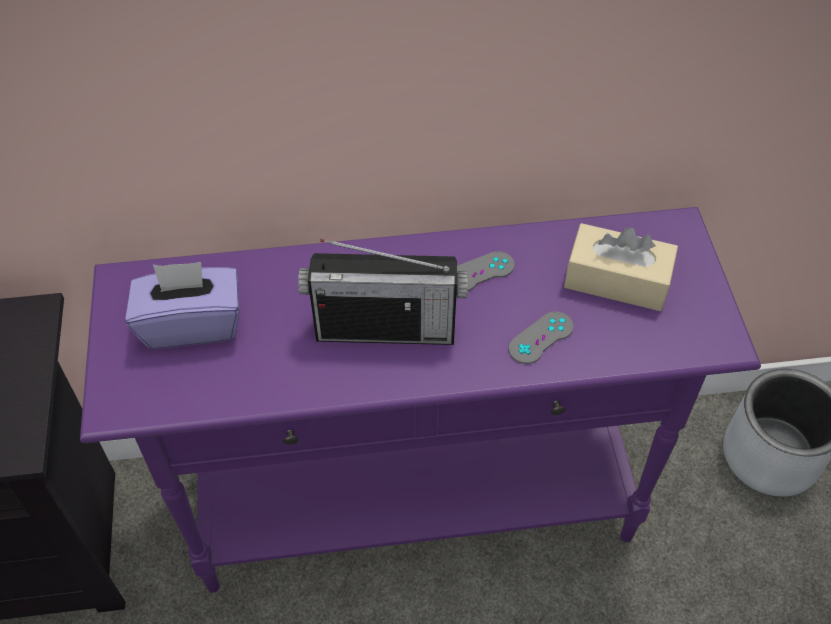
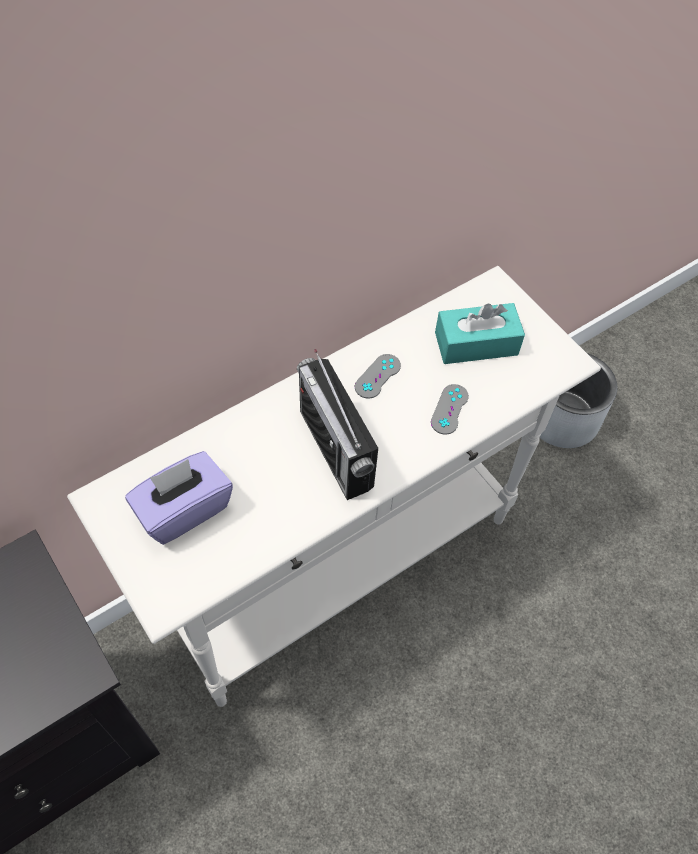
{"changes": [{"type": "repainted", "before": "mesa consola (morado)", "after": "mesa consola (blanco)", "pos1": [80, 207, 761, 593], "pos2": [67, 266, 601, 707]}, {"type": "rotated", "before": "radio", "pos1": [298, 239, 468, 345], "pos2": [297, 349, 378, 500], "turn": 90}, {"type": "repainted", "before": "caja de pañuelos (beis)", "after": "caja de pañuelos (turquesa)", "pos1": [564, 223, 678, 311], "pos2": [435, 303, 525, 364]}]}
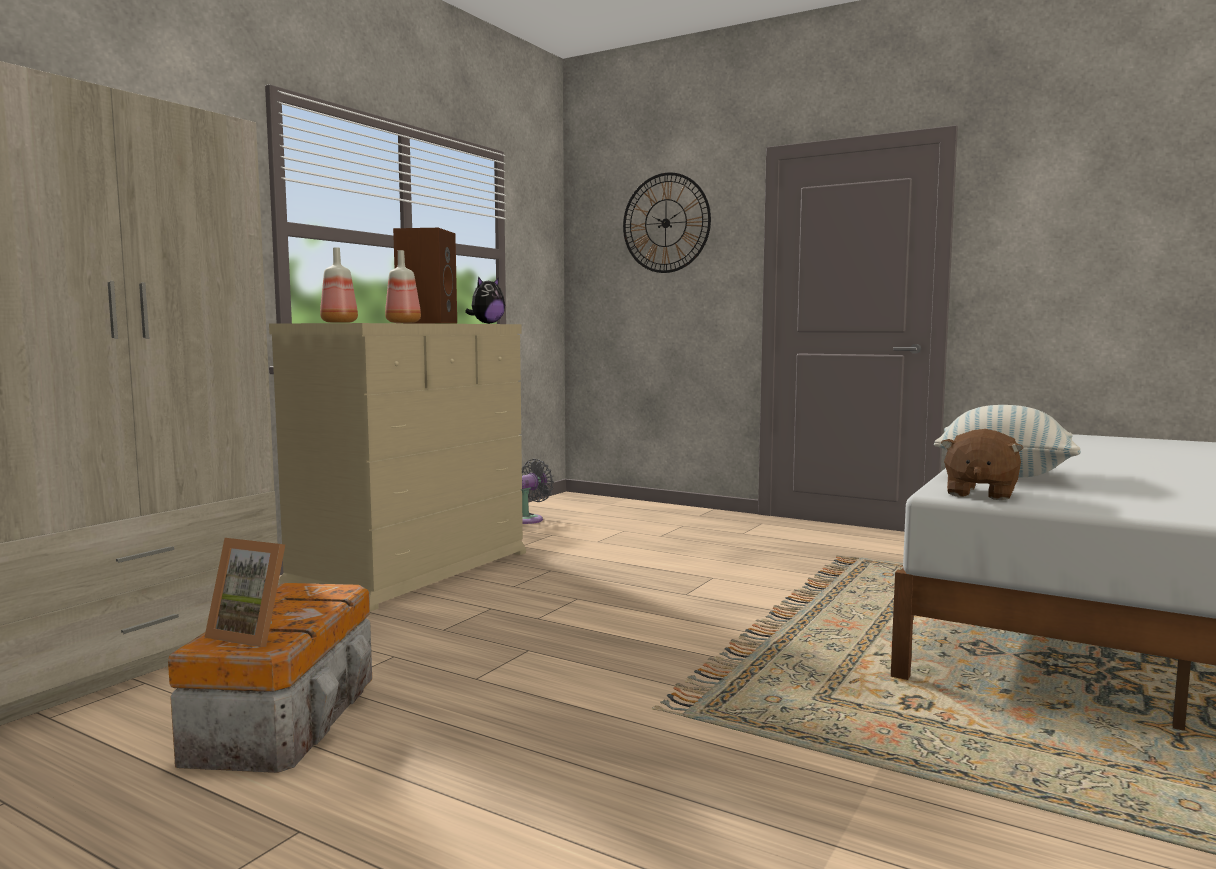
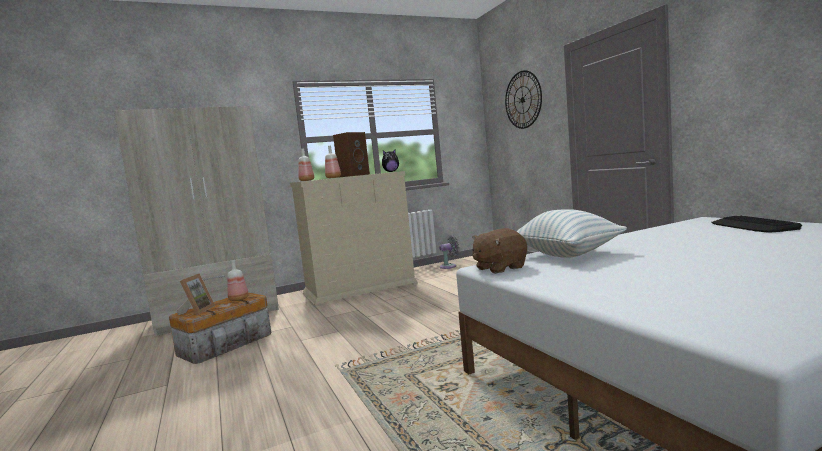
{"changes": [{"type": "rotated", "before": "portarretratos", "pos1": [204, 538, 285, 647], "pos2": [177, 273, 215, 315], "turn": -135}, {"type": "new", "after": "botella", "pos2": [227, 260, 249, 301]}, {"type": "new", "after": "teclado", "pos2": [711, 216, 802, 233]}]}
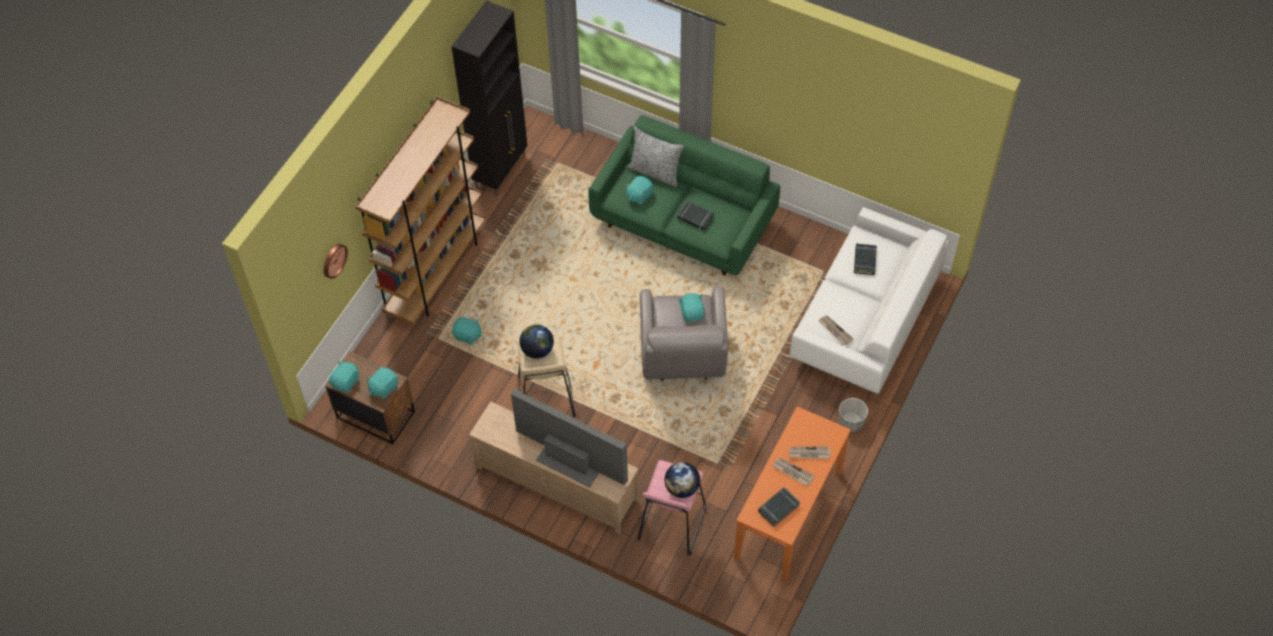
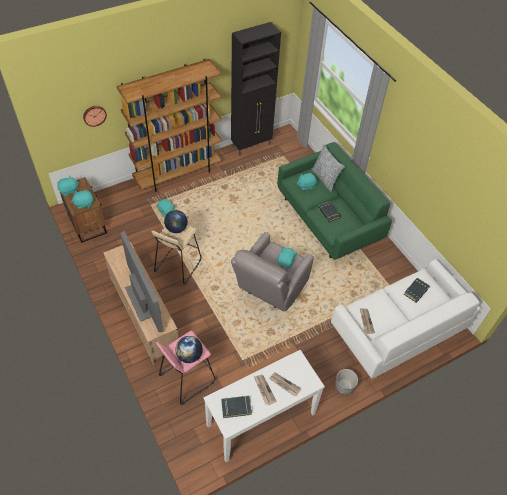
{"changes": [{"type": "repainted", "before": "mesa consola (naranja)", "after": "mesa consola (blanco)", "pos1": [734, 406, 851, 582], "pos2": [204, 350, 325, 462]}]}
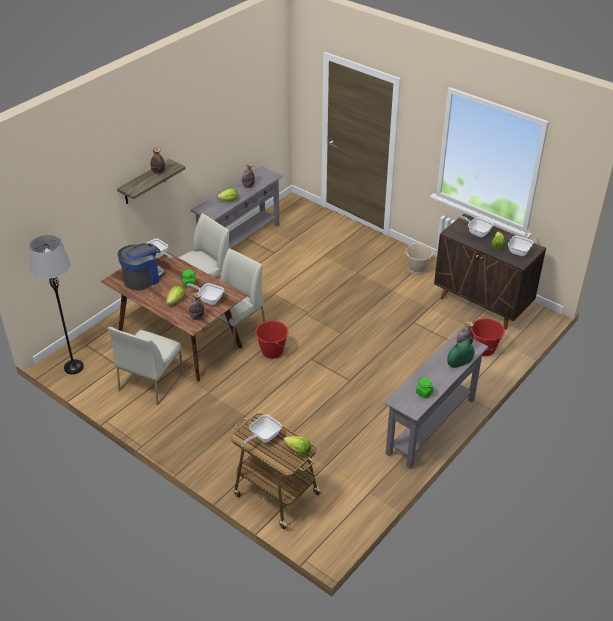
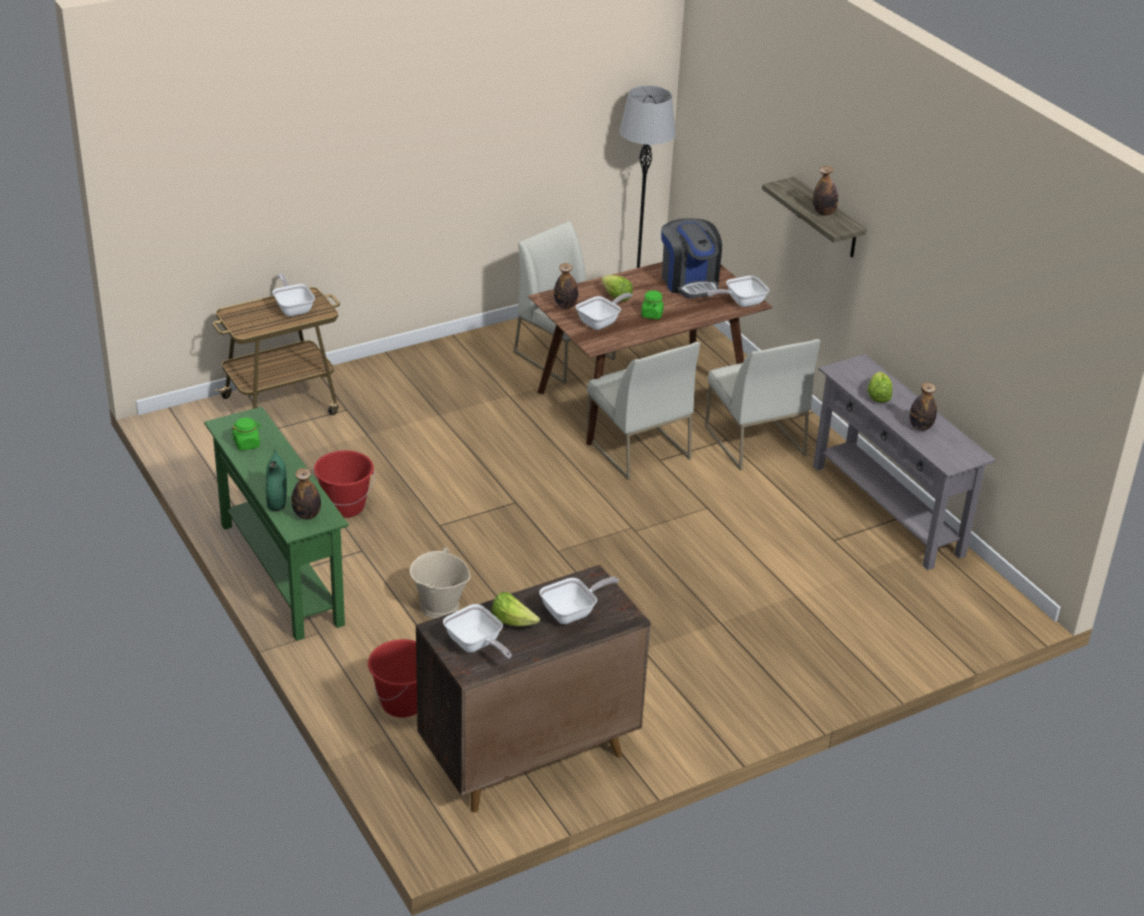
{"changes": [{"type": "repainted", "before": "mesa consola (gris)", "after": "mesa consola (verde)", "pos1": [384, 331, 489, 469], "pos2": [204, 407, 349, 641]}, {"type": "shifted", "before": "cubo (rojo)", "pos1": [255, 321, 289, 359], "pos2": [313, 450, 375, 518]}, {"type": "shifted", "before": "cubo (beis)", "pos1": [405, 243, 434, 275], "pos2": [410, 548, 470, 619]}, {"type": "gone", "before": "lechuga", "pos1": [284, 436, 311, 455]}]}
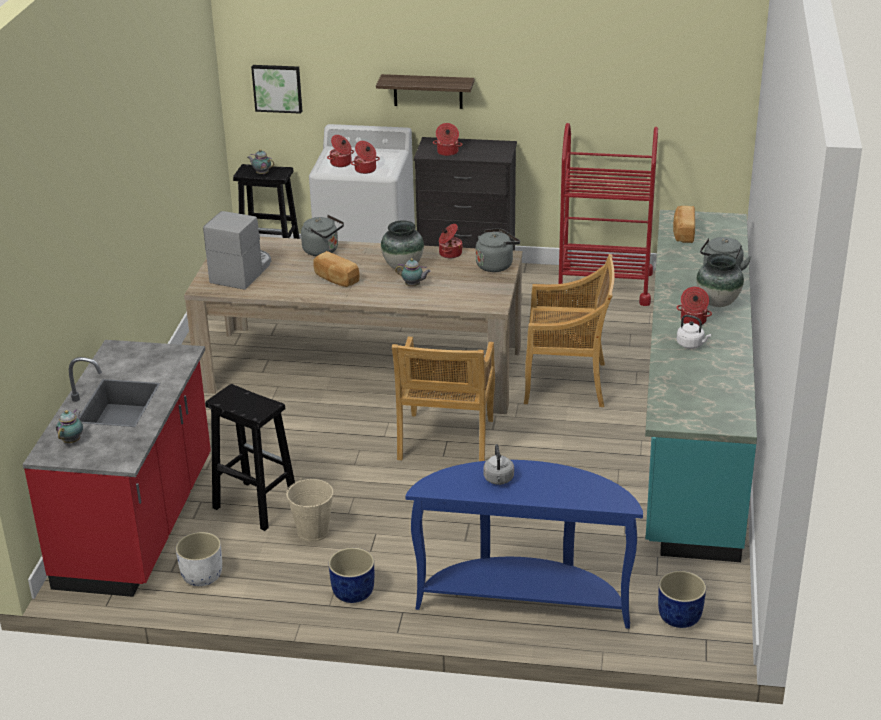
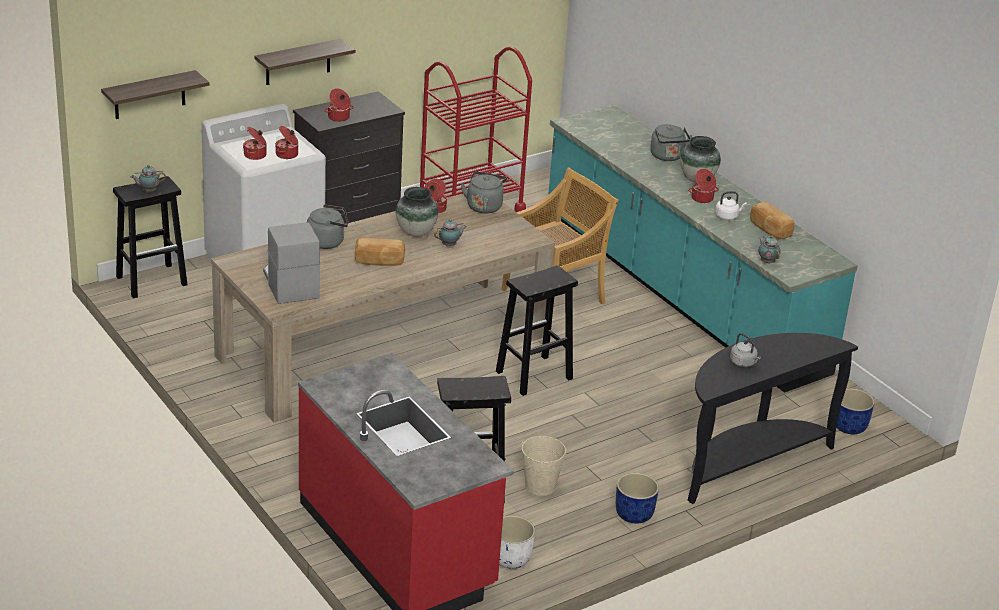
{"changes": [{"type": "swapped", "before": "cuadro", "after": "estante", "pos1": [251, 65, 302, 114], "pos2": [101, 70, 209, 119]}, {"type": "swapped", "before": "silla (beis)", "after": "taburete (negro)", "pos1": [392, 337, 495, 461], "pos2": [496, 265, 578, 396]}, {"type": "repainted", "before": "mesa consola (azul)", "after": "mesa consola (negro)", "pos1": [405, 460, 643, 629], "pos2": [688, 333, 858, 504]}, {"type": "shifted", "before": "pan", "pos1": [673, 206, 695, 243], "pos2": [750, 201, 794, 239]}, {"type": "shifted", "before": "tetera", "pos1": [56, 409, 83, 443], "pos2": [758, 236, 780, 264]}]}
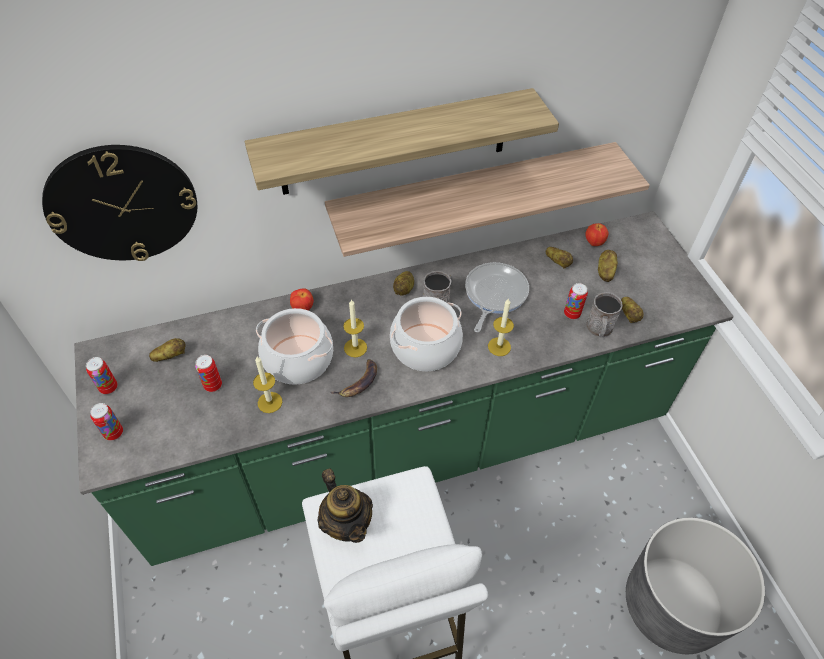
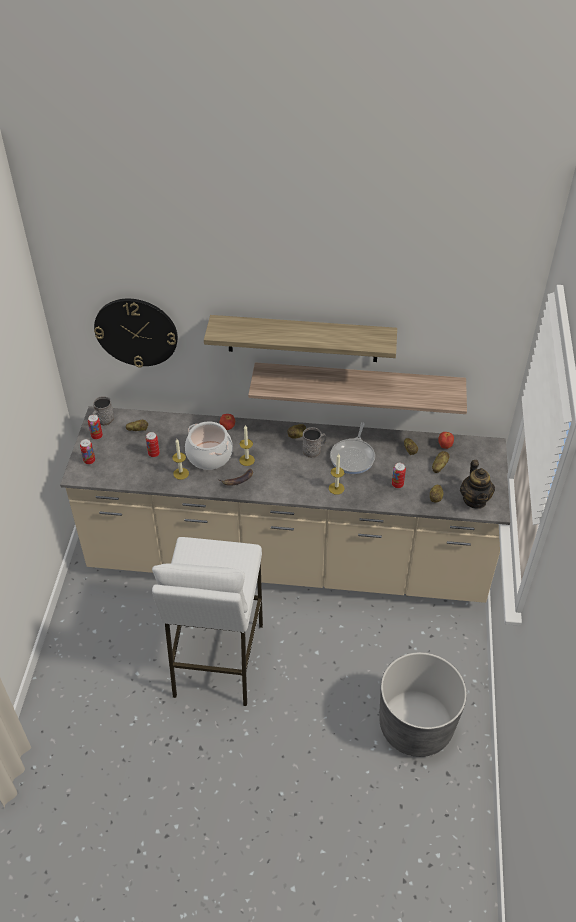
{"changes": [{"type": "repainted", "before": "mueble bajo de cocina (verde)", "after": "mueble bajo de cocina (beis)", "pos1": [74, 211, 734, 566], "pos2": [60, 406, 510, 603]}, {"type": "shifted", "before": "taza grande (gris)", "pos1": [586, 292, 623, 337], "pos2": [92, 396, 114, 426]}, {"type": "rotated", "before": "sartén", "pos1": [465, 262, 529, 332], "pos2": [330, 423, 375, 474], "turn": 150}, {"type": "shifted", "before": "tetera", "pos1": [318, 469, 373, 543], "pos2": [460, 460, 495, 509]}, {"type": "gone", "before": "olla", "pos1": [390, 297, 463, 371]}]}
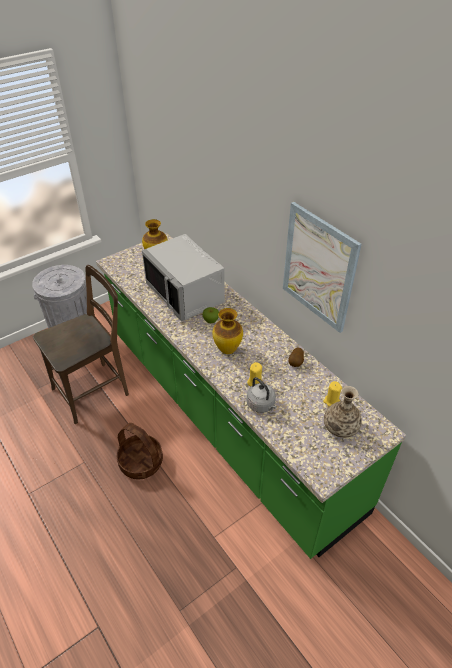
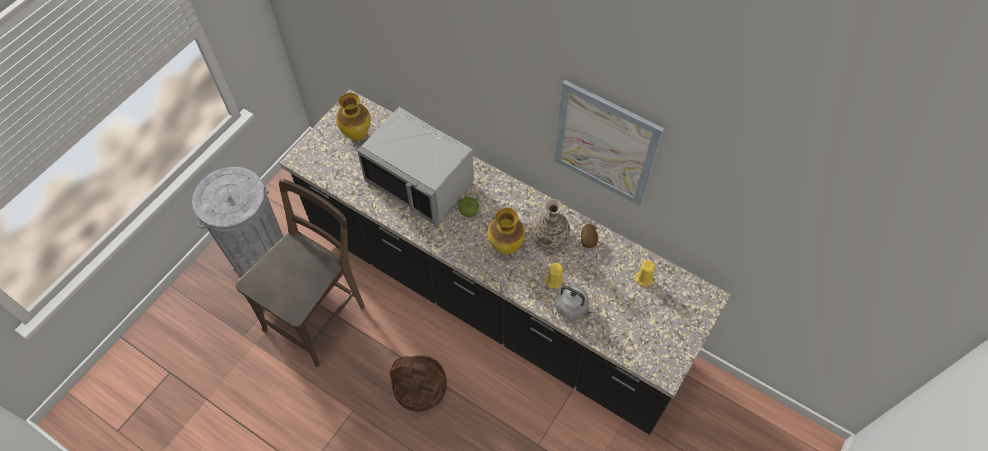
{"changes": [{"type": "repainted", "before": "mueble bajo de cocina (verde)", "after": "mueble bajo de cocina (negro)", "pos1": [96, 233, 406, 559], "pos2": [279, 90, 731, 435]}, {"type": "shifted", "before": "florero", "pos1": [324, 386, 362, 438], "pos2": [531, 199, 570, 249]}]}
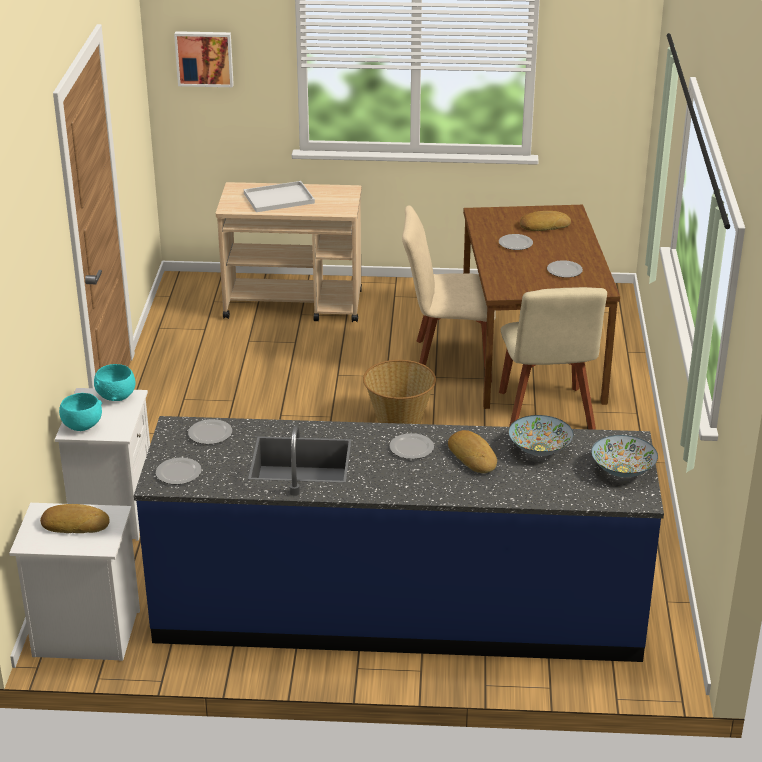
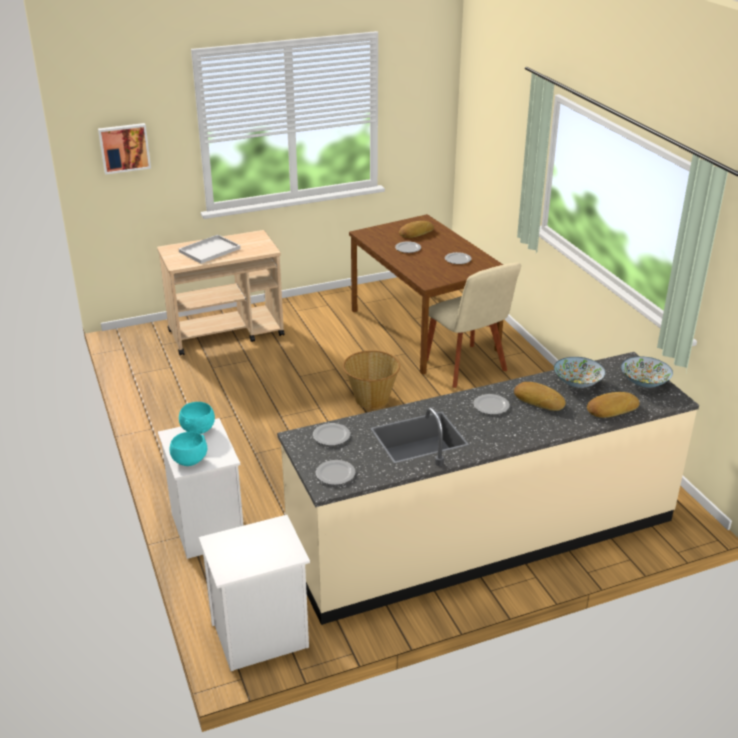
{"changes": [{"type": "repainted", "before": "mueble bajo de cocina (azul)", "after": "mueble bajo de cocina (beis)", "pos1": [134, 416, 664, 662], "pos2": [277, 352, 699, 625]}, {"type": "shifted", "before": "pan", "pos1": [40, 504, 110, 533], "pos2": [587, 392, 640, 418]}, {"type": "gone", "before": "silla (beis)", "pos1": [402, 205, 496, 382]}]}
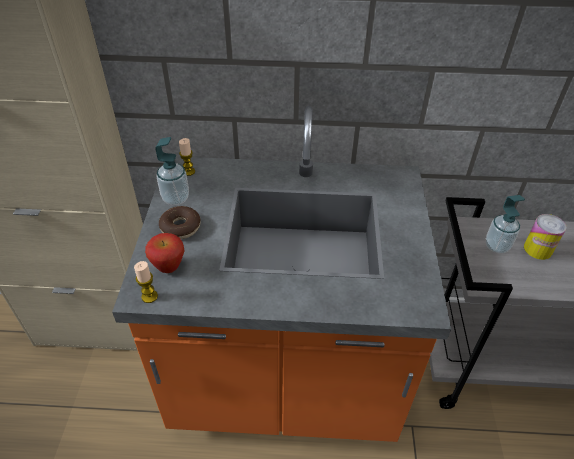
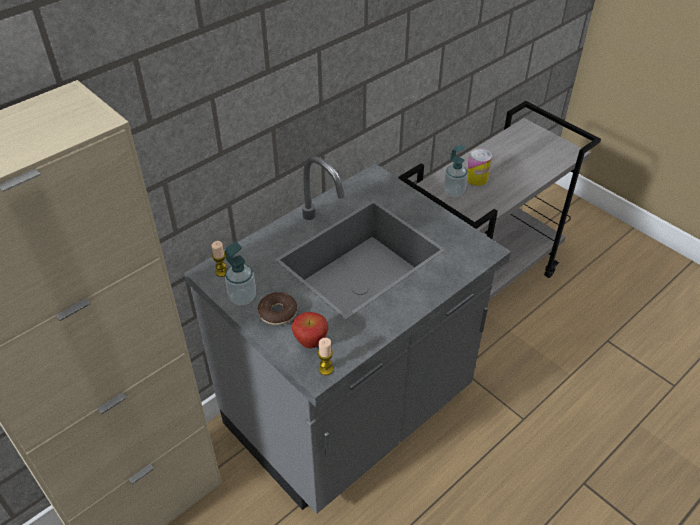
{"changes": [{"type": "repainted", "before": "mueble bajo de cocina (naranja)", "after": "mueble bajo de cocina (gris)", "pos1": [112, 106, 451, 442], "pos2": [184, 156, 511, 514]}]}
